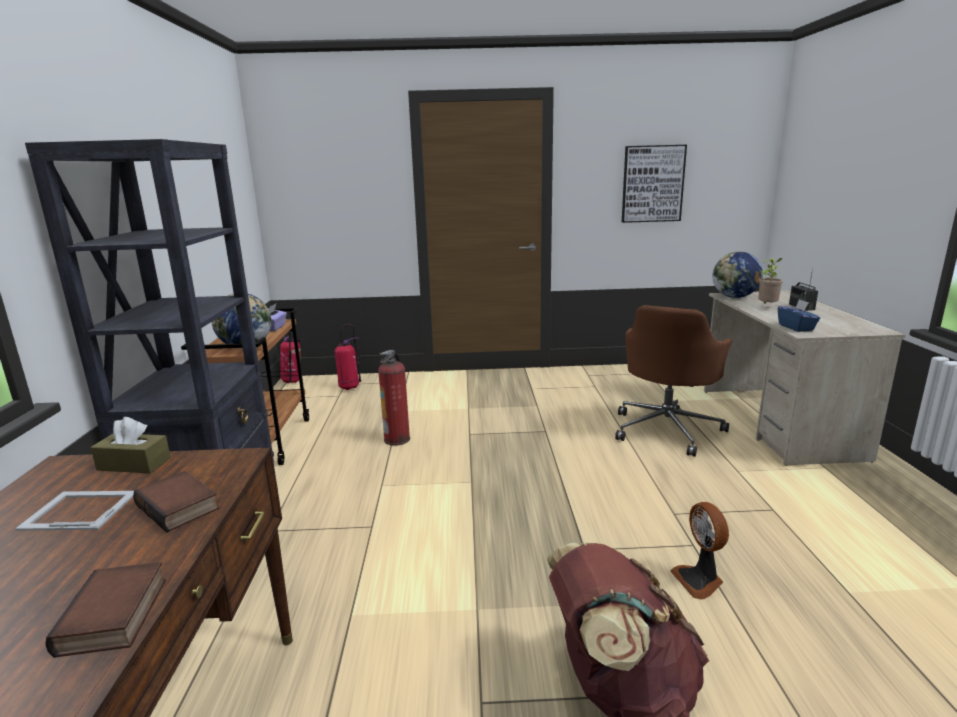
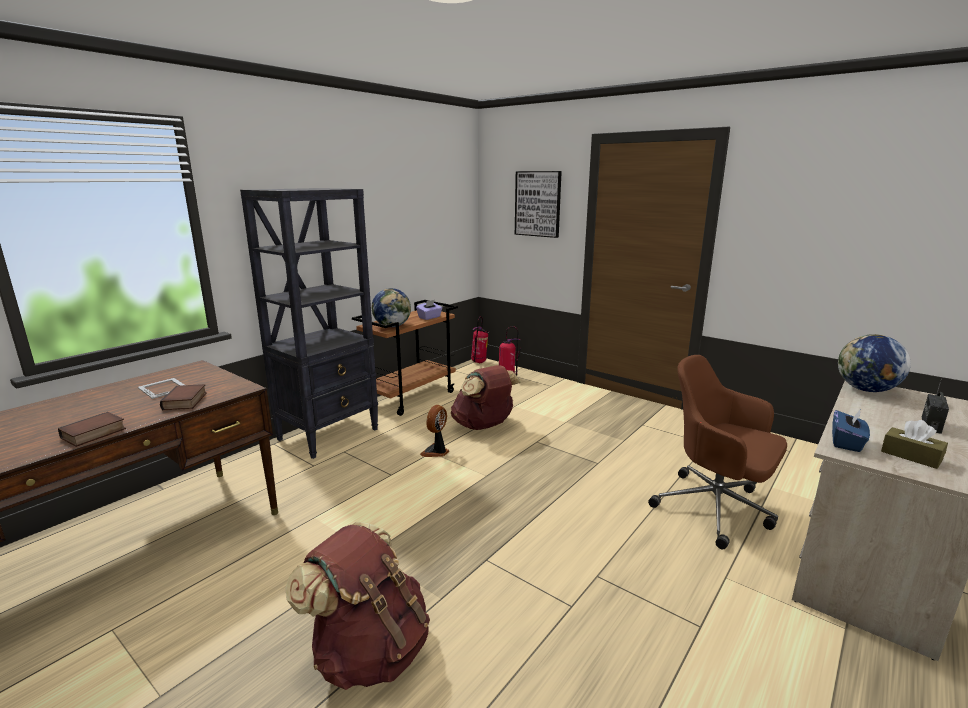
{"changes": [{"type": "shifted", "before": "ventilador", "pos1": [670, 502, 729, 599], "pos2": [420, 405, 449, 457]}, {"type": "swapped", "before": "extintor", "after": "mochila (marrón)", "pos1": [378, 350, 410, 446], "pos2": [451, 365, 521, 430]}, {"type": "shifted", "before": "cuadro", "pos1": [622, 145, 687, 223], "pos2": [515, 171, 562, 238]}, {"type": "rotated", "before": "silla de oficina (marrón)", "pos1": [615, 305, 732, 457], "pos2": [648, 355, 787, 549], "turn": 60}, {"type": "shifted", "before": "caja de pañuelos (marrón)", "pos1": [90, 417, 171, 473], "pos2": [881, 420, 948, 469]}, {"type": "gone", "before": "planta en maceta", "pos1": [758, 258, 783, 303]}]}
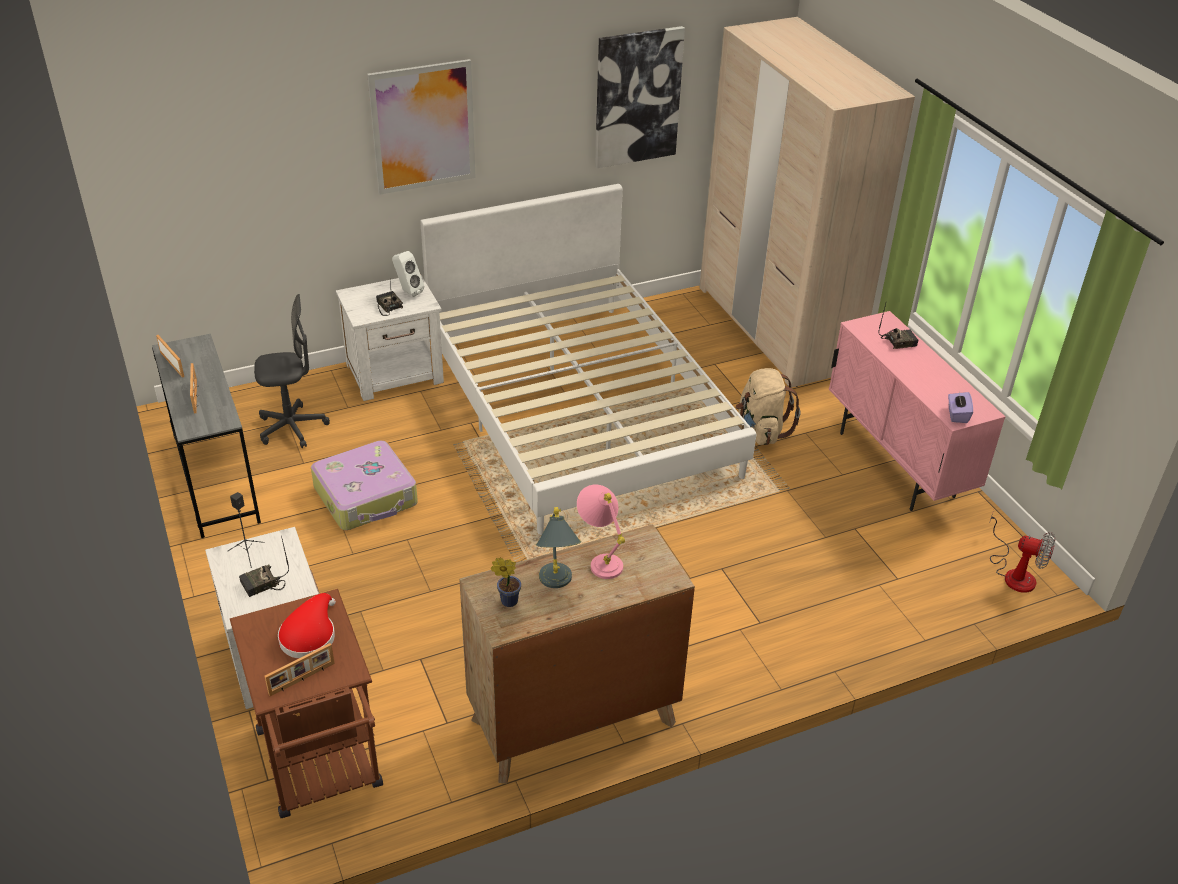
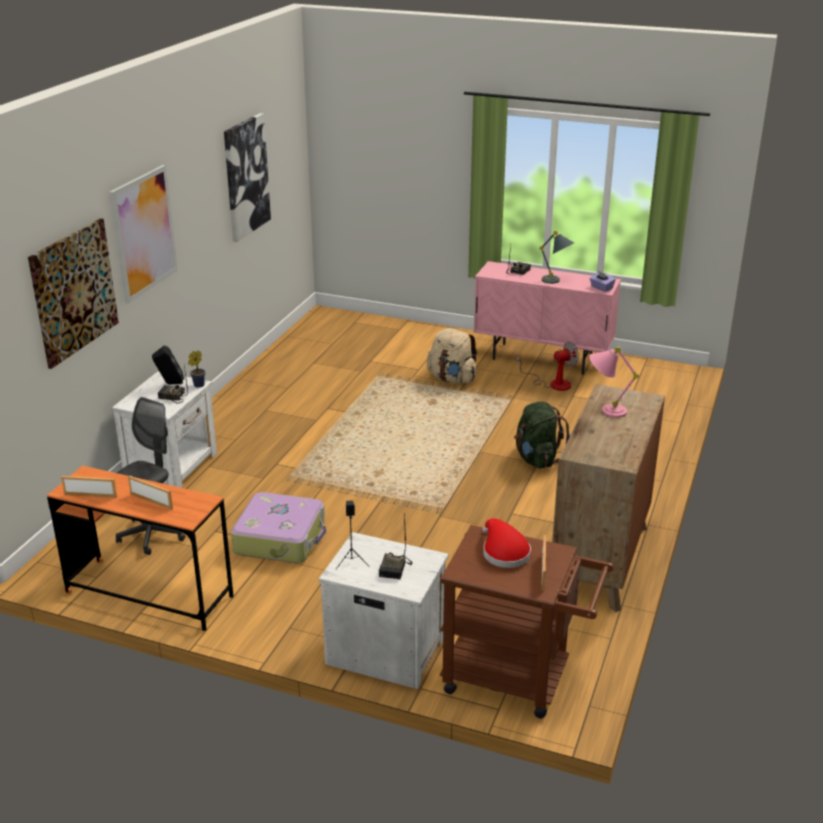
{"changes": [{"type": "new", "after": "cuadro", "pos2": [28, 218, 119, 369]}, {"type": "repainted", "before": "escritorio (gris)", "after": "escritorio (naranja)", "pos1": [152, 334, 261, 538], "pos2": [47, 466, 233, 631]}, {"type": "repainted", "before": "altavoz (blanco)", "after": "altavoz (negro)", "pos1": [392, 251, 424, 297], "pos2": [152, 346, 184, 385]}, {"type": "shifted", "before": "planta en maceta", "pos1": [490, 558, 521, 607], "pos2": [188, 350, 205, 388]}, {"type": "new", "after": "mochila (verde)", "pos2": [514, 402, 570, 468]}, {"type": "shifted", "before": "ventilador", "pos1": [989, 510, 1056, 593], "pos2": [516, 341, 579, 391]}, {"type": "shifted", "before": "lámpara de mesa (gris)", "pos1": [536, 507, 581, 588], "pos2": [539, 230, 575, 284]}, {"type": "gone", "before": "cama (blanco)", "pos1": [420, 184, 756, 535]}, {"type": "gone", "before": "armario ropero (beis)", "pos1": [699, 17, 915, 388]}]}
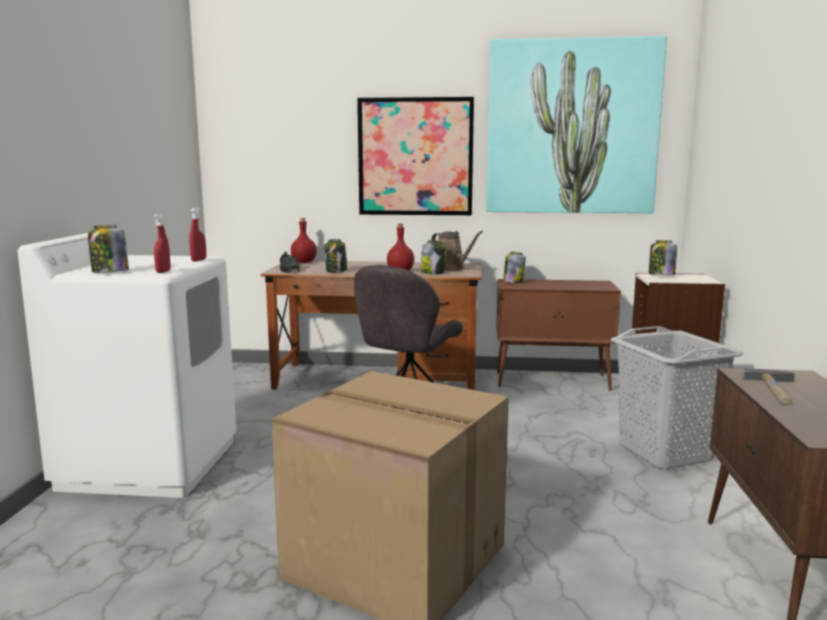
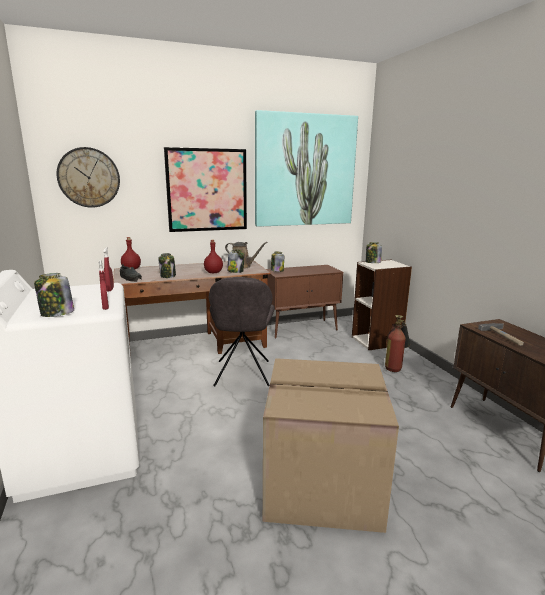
{"changes": [{"type": "new", "after": "reloj de pared", "pos2": [57, 147, 120, 208]}, {"type": "swapped", "before": "cesto de la ropa (gris)", "after": "extintor", "pos1": [611, 326, 744, 469], "pos2": [385, 315, 410, 372]}]}
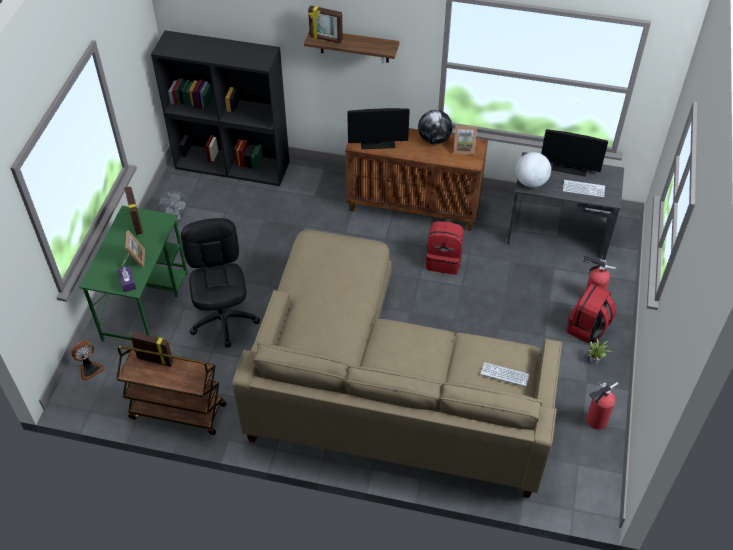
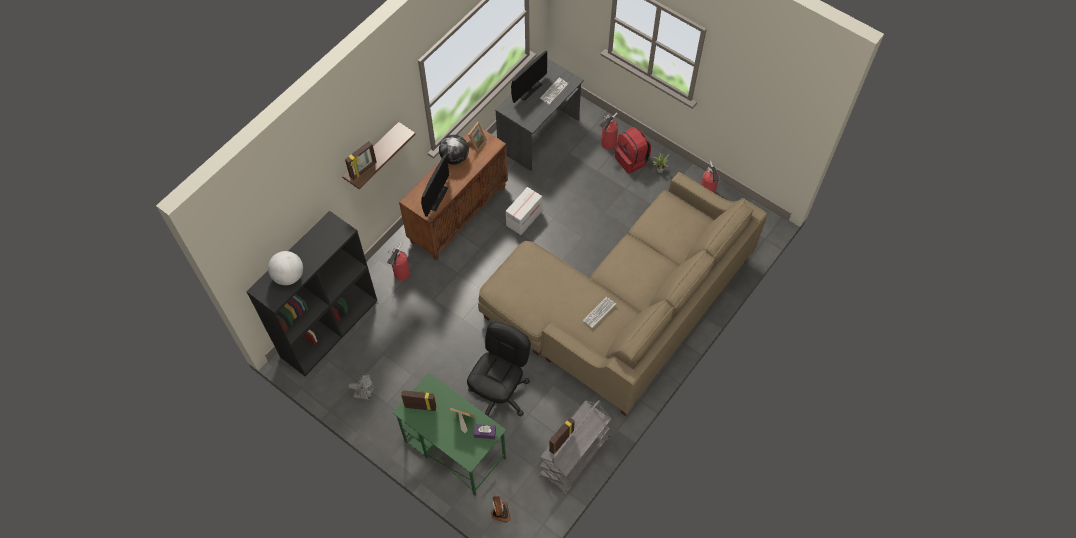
{"changes": [{"type": "shifted", "before": "globo terráqueo", "pos1": [516, 152, 551, 188], "pos2": [268, 251, 303, 285]}, {"type": "new", "after": "extintor", "pos2": [387, 243, 410, 281]}, {"type": "rotated", "before": "silla de oficina (negro)", "pos1": [181, 218, 260, 348], "pos2": [467, 322, 531, 417], "turn": 105}, {"type": "swapped", "before": "mochila (rojo)", "after": "caja de cartón", "pos1": [426, 221, 464, 274], "pos2": [506, 187, 542, 235]}, {"type": "repainted", "before": "carrito (marrón)", "after": "carrito (gris)", "pos1": [116, 346, 227, 435], "pos2": [539, 400, 611, 495]}, {"type": "shifted", "before": "teclado", "pos1": [481, 362, 529, 387], "pos2": [583, 297, 616, 328]}]}
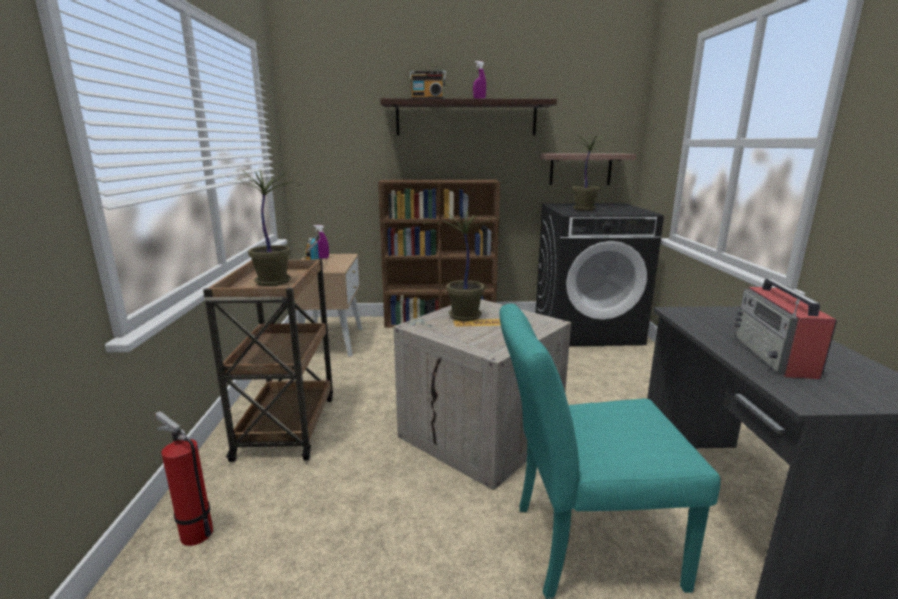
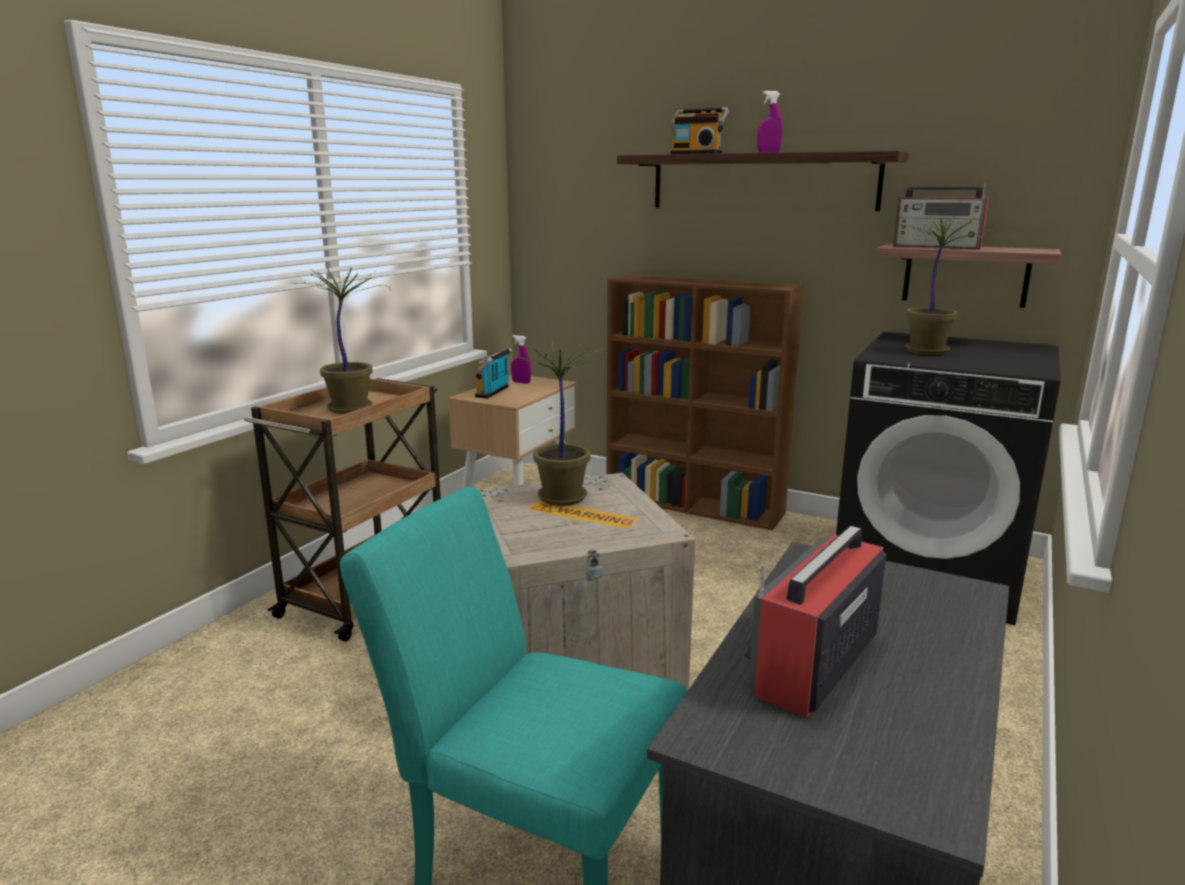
{"changes": [{"type": "new", "after": "radio", "pos2": [893, 183, 989, 249]}, {"type": "gone", "before": "extintor", "pos1": [155, 411, 213, 546]}]}
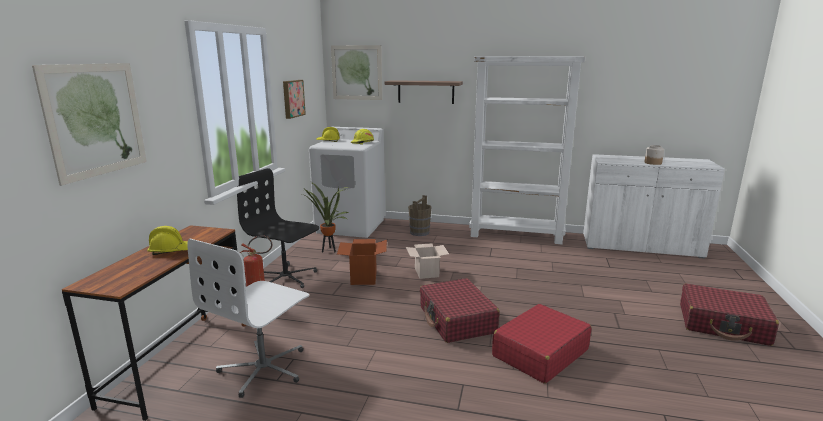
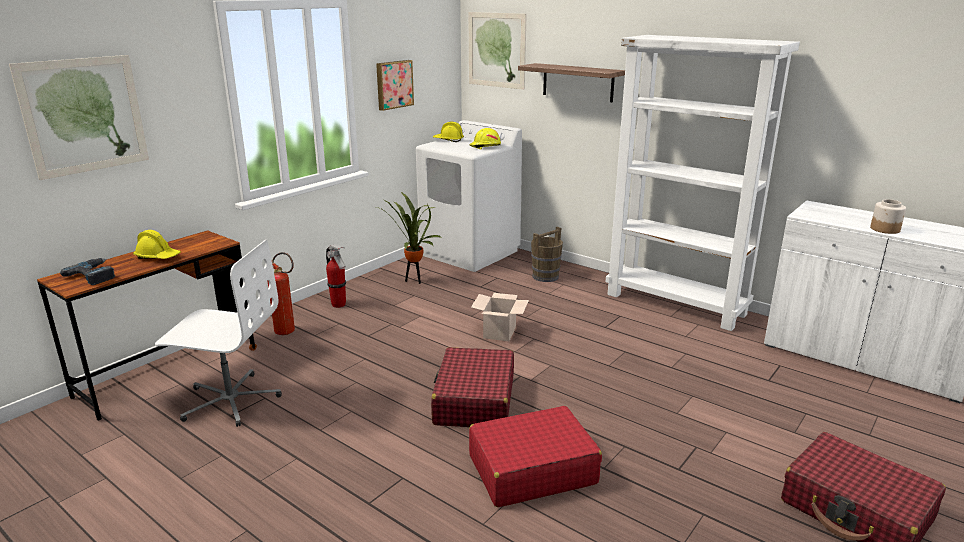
{"changes": [{"type": "new", "after": "taladro", "pos2": [60, 258, 115, 285]}, {"type": "rotated", "before": "silla de oficina (blanco)", "pos1": [187, 239, 309, 398], "pos2": [155, 240, 282, 427], "turn": -135}, {"type": "swapped", "before": "silla de oficina (negro)", "after": "extintor", "pos1": [237, 168, 319, 288], "pos2": [326, 244, 346, 308]}, {"type": "gone", "before": "caja de cartón", "pos1": [337, 239, 387, 285]}]}
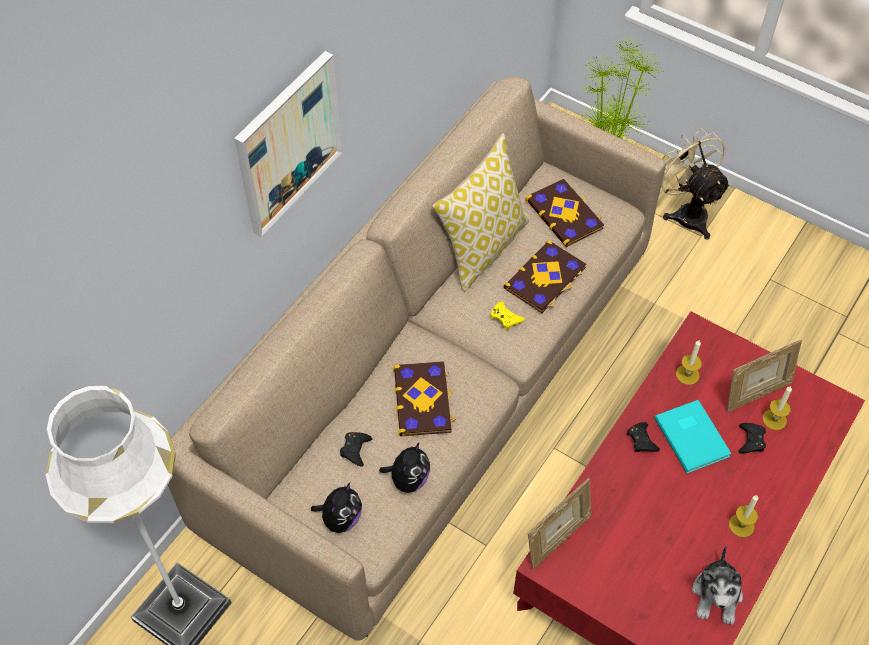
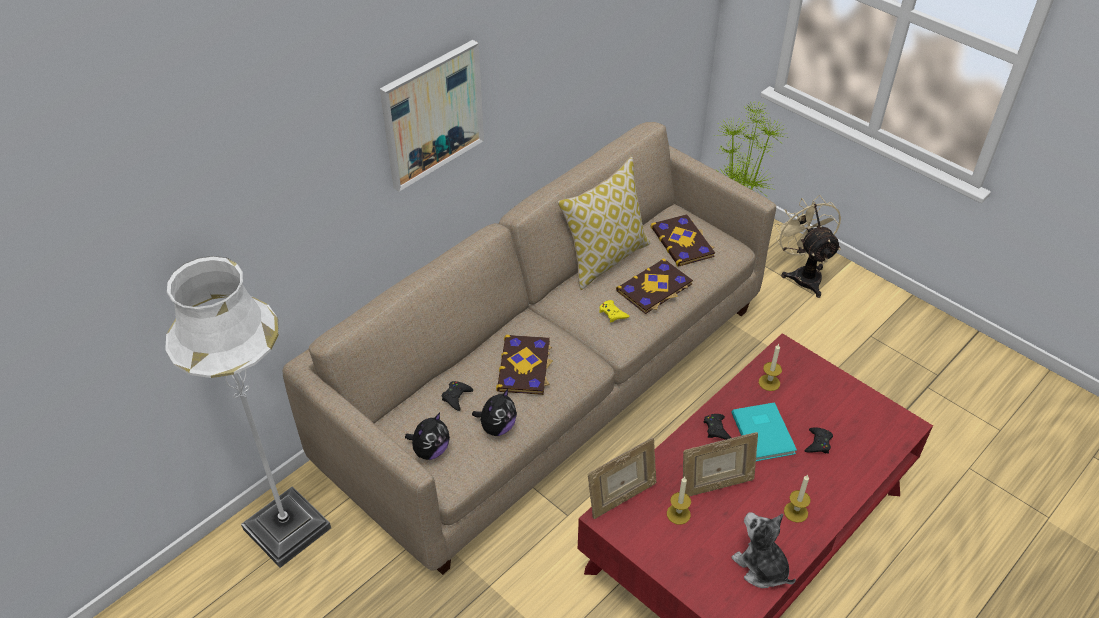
{"changes": [{"type": "shifted", "before": "vela", "pos1": [762, 386, 792, 430], "pos2": [667, 477, 691, 525]}, {"type": "shifted", "before": "portarretratos", "pos1": [727, 340, 802, 412], "pos2": [683, 432, 758, 497]}, {"type": "rotated", "before": "peluche", "pos1": [692, 545, 743, 625], "pos2": [732, 512, 796, 588], "turn": 120}]}
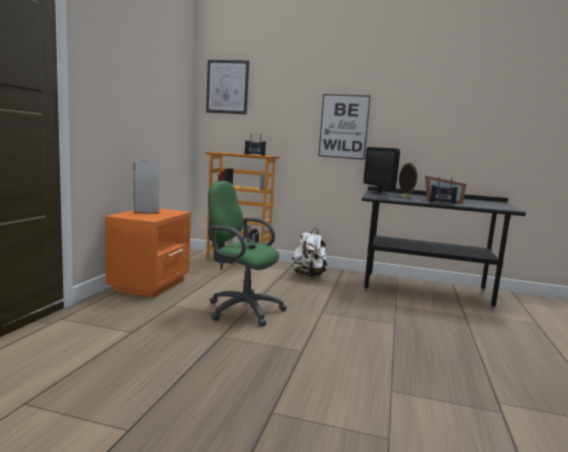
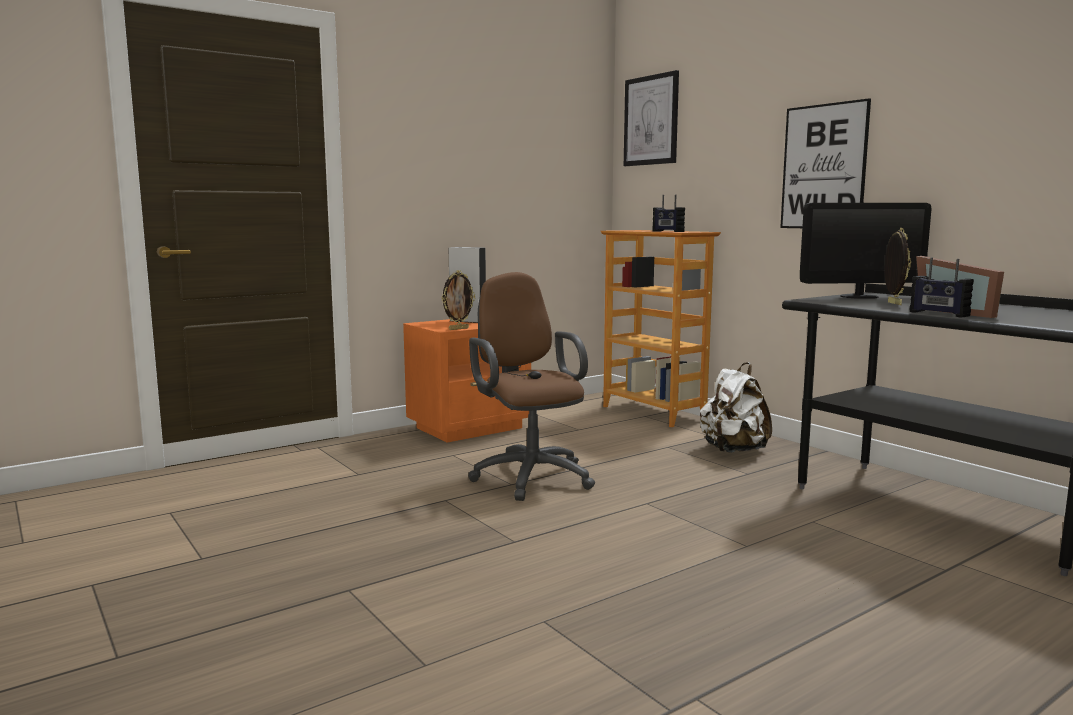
{"changes": [{"type": "new", "after": "portarretratos", "pos2": [441, 270, 475, 330]}, {"type": "repainted", "before": "silla de oficina (verde)", "after": "silla de oficina (marrón)", "pos1": [208, 181, 287, 326], "pos2": [468, 272, 595, 501]}, {"type": "rotated", "before": "monitor", "pos1": [364, 147, 400, 195], "pos2": [800, 203, 932, 299], "turn": -120}]}
